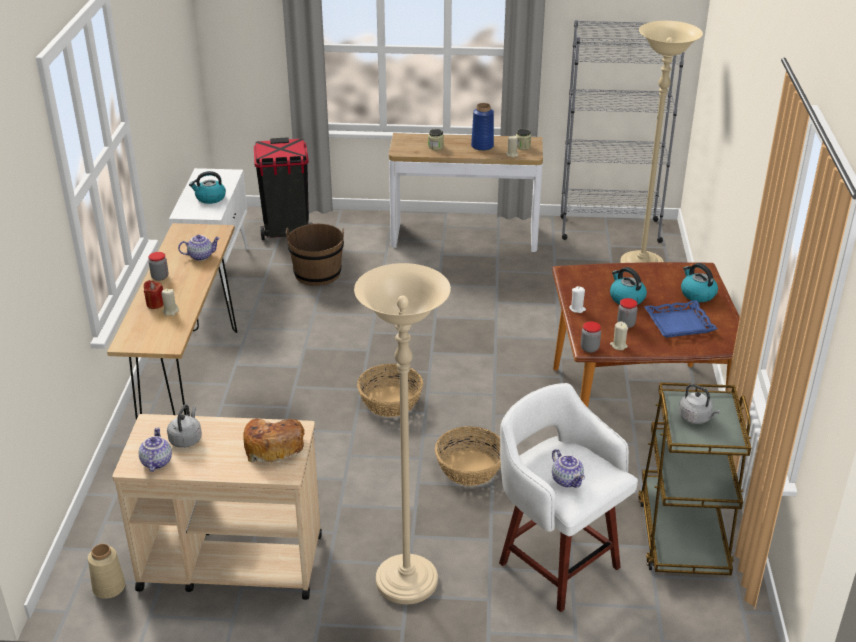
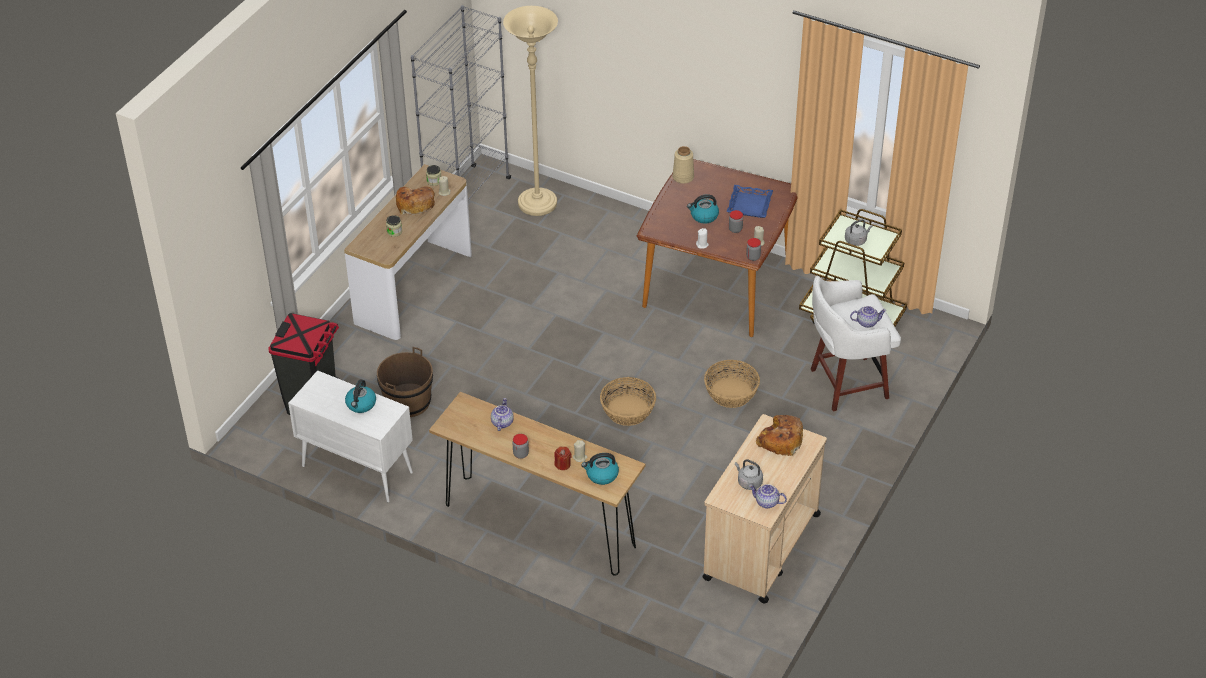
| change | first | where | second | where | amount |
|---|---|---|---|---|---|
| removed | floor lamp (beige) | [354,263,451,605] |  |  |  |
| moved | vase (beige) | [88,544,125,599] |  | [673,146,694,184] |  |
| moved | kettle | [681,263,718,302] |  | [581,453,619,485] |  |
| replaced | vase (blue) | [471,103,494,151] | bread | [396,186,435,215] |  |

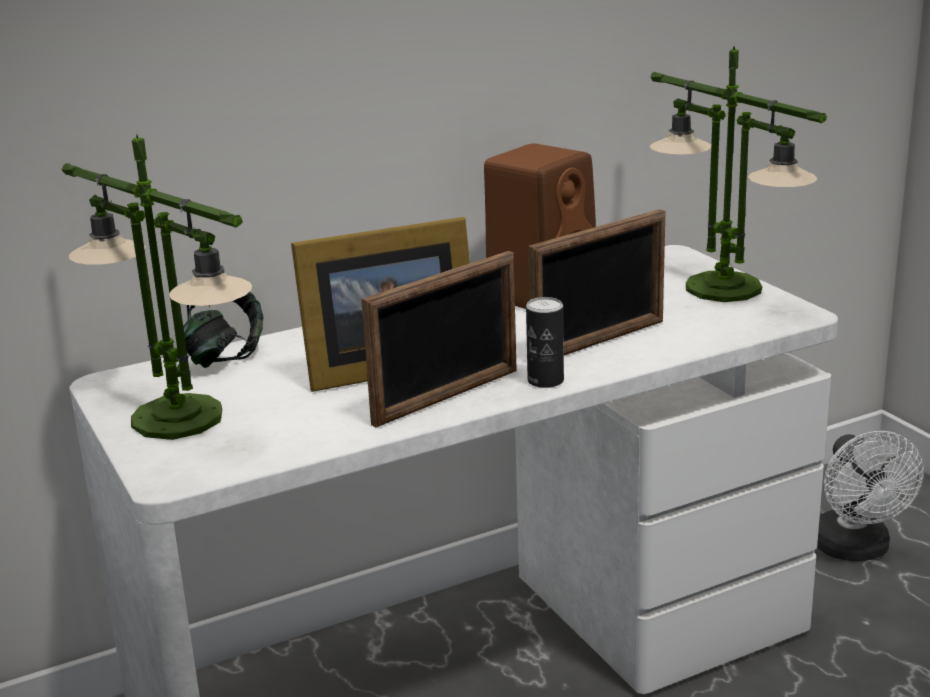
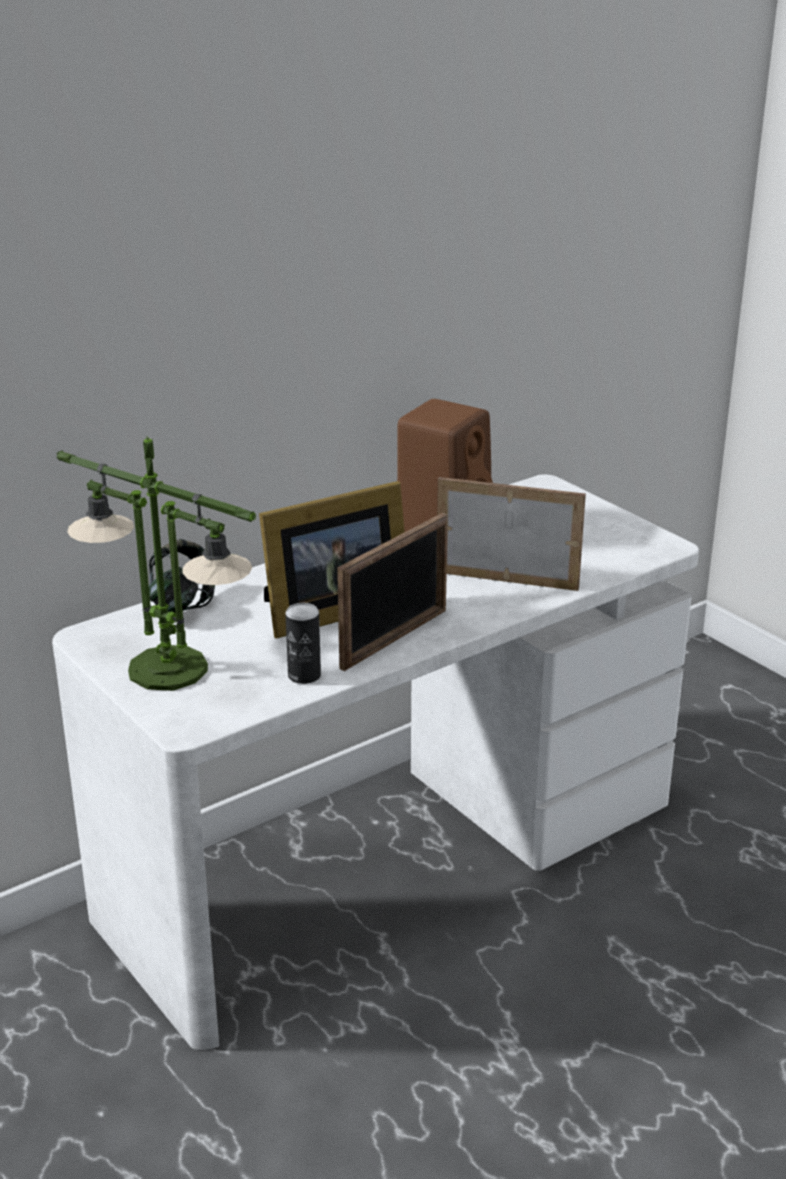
| change | first | where | second | where | amount |
|---|---|---|---|---|---|
| removed | table lamp | [650,46,827,302] |  |  |  |
| removed | fan (white) | [817,431,924,561] |  |  |  |
| moved | can | [526,297,564,388] |  | [285,603,321,684] |  |
| turned | picture frame | [528,209,666,355] |  | [437,477,586,591] | 120 degrees counterclockwise |

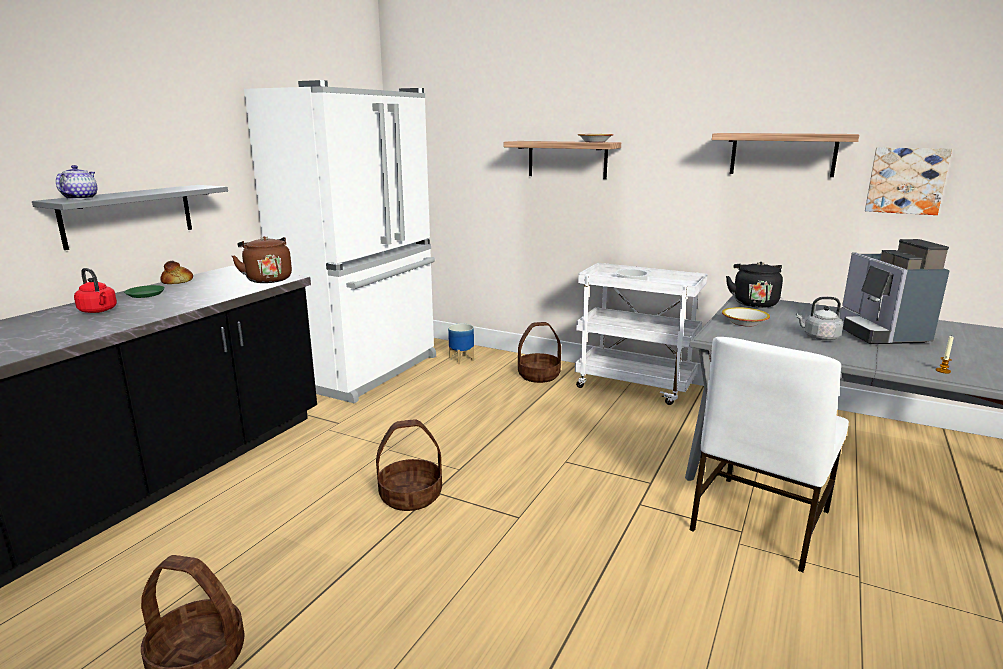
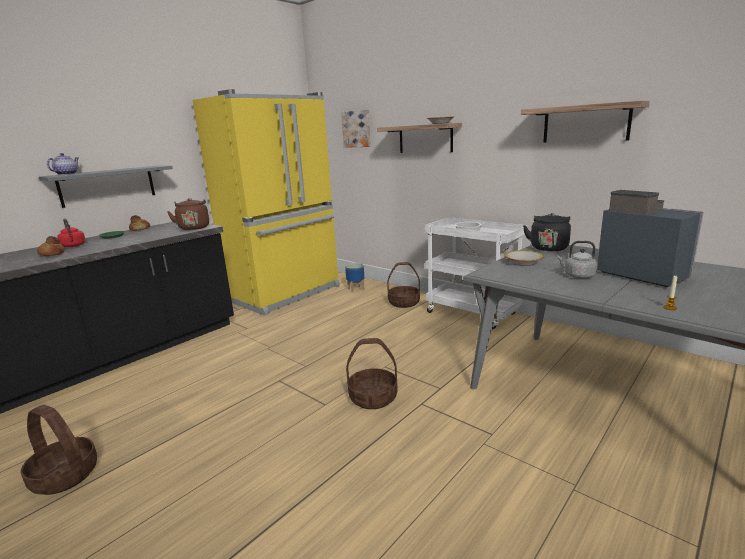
| change | first | where | second | where | amount |
|---|---|---|---|---|---|
| removed | chair (white) | [690,337,849,572] |  |  |  |
| added |  |  | bread | [37,236,65,256] |  |
| moved | basket | [376,419,442,511] |  | [346,338,398,409] |  |
| moved | picture | [865,147,952,215] |  | [341,110,371,148] |  |
| recoloured | fridge (white) | [244,80,436,403] | fridge (yellow) | [192,89,340,316] |  |
| turned | coffee machine | [840,239,950,344] |  | [597,190,704,287] | 135 degrees clockwise |

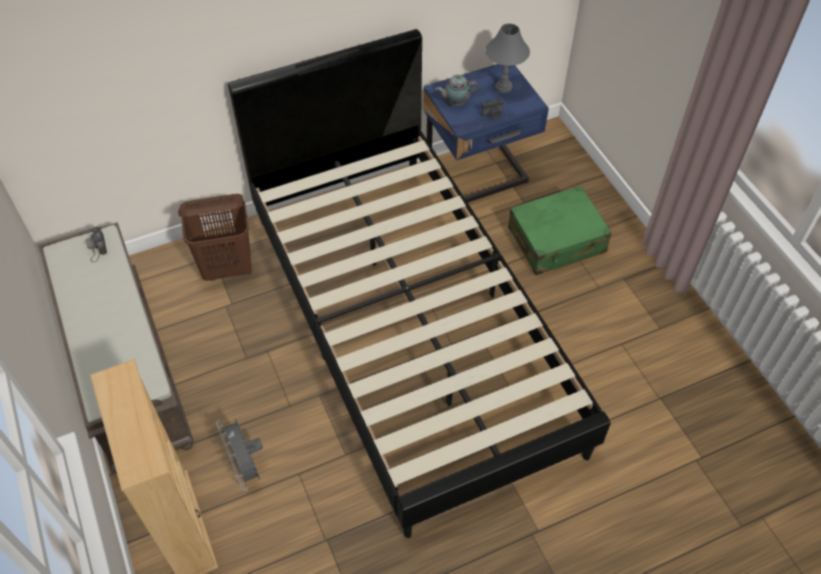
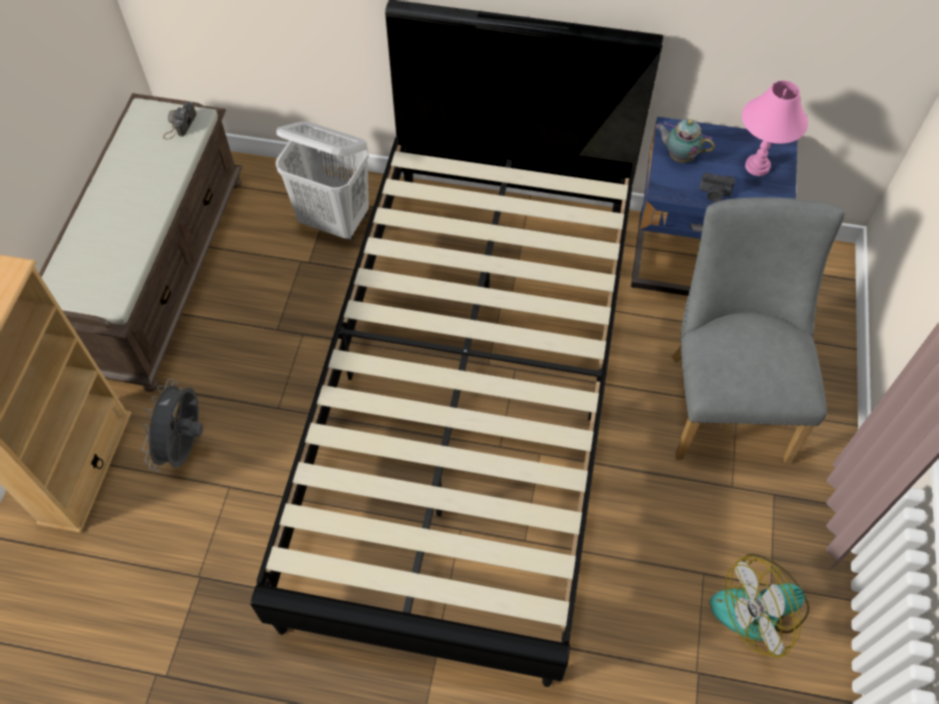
| change | first | where | second | where | amount |
|---|---|---|---|---|---|
| added |  |  | fan | [710,554,809,657] |  |
| replaced | suitcase (green) | [508,185,612,275] | chair (grey) | [672,197,845,463] |  |
| recoloured | laundry basket (brown) | [178,194,252,281] | laundry basket (white) | [276,121,369,240] |  |
| recoloured | table lamp (grey) | [485,24,530,93] | table lamp (pink) | [742,80,808,176] |  |

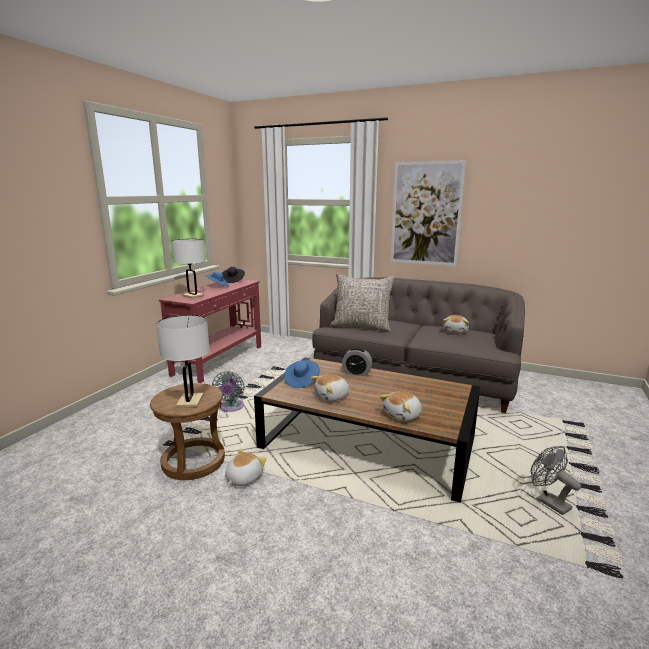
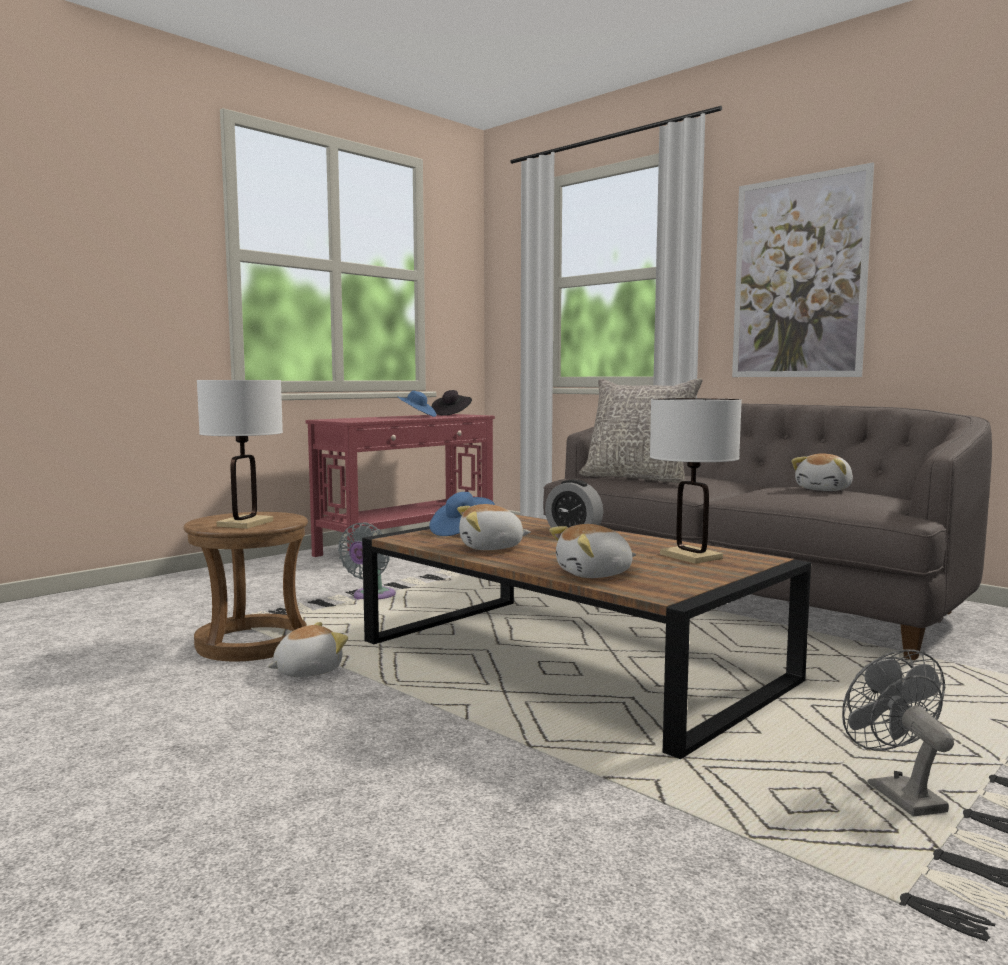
| change | first | where | second | where | amount |
|---|---|---|---|---|---|
| moved | table lamp (white) | [171,239,206,299] |  | [650,398,742,564] |  |

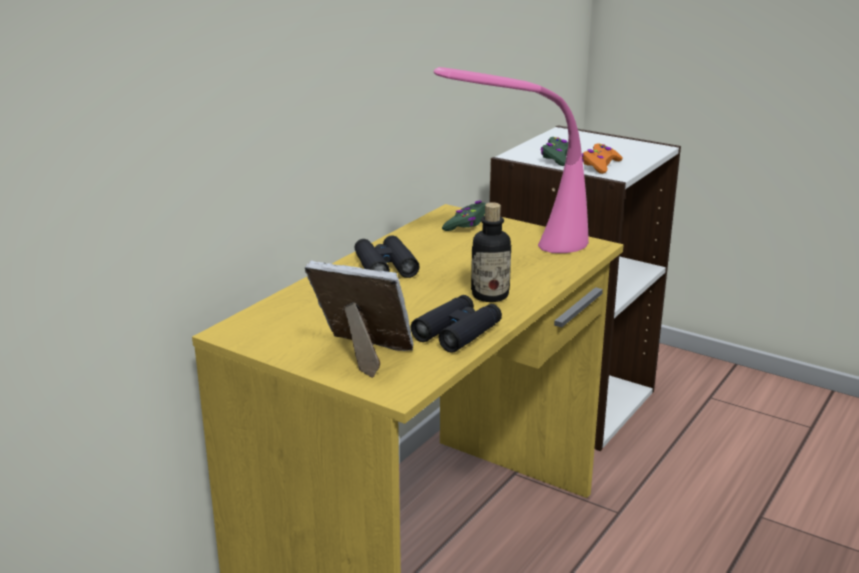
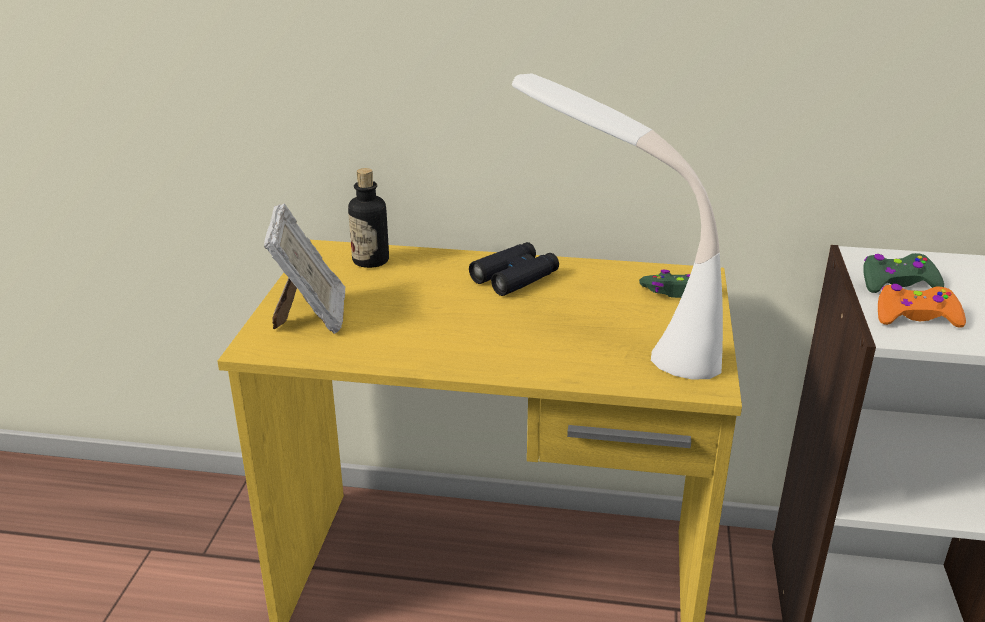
| change | first | where | second | where | amount |
|---|---|---|---|---|---|
| removed | binoculars (black) | [410,295,502,353] |  |  |  |
| moved | bottle | [471,202,511,302] |  | [348,168,389,268] |  |
| recoloured | table lamp (pink) | [434,67,589,253] | table lamp (white) | [512,74,723,380] |  |

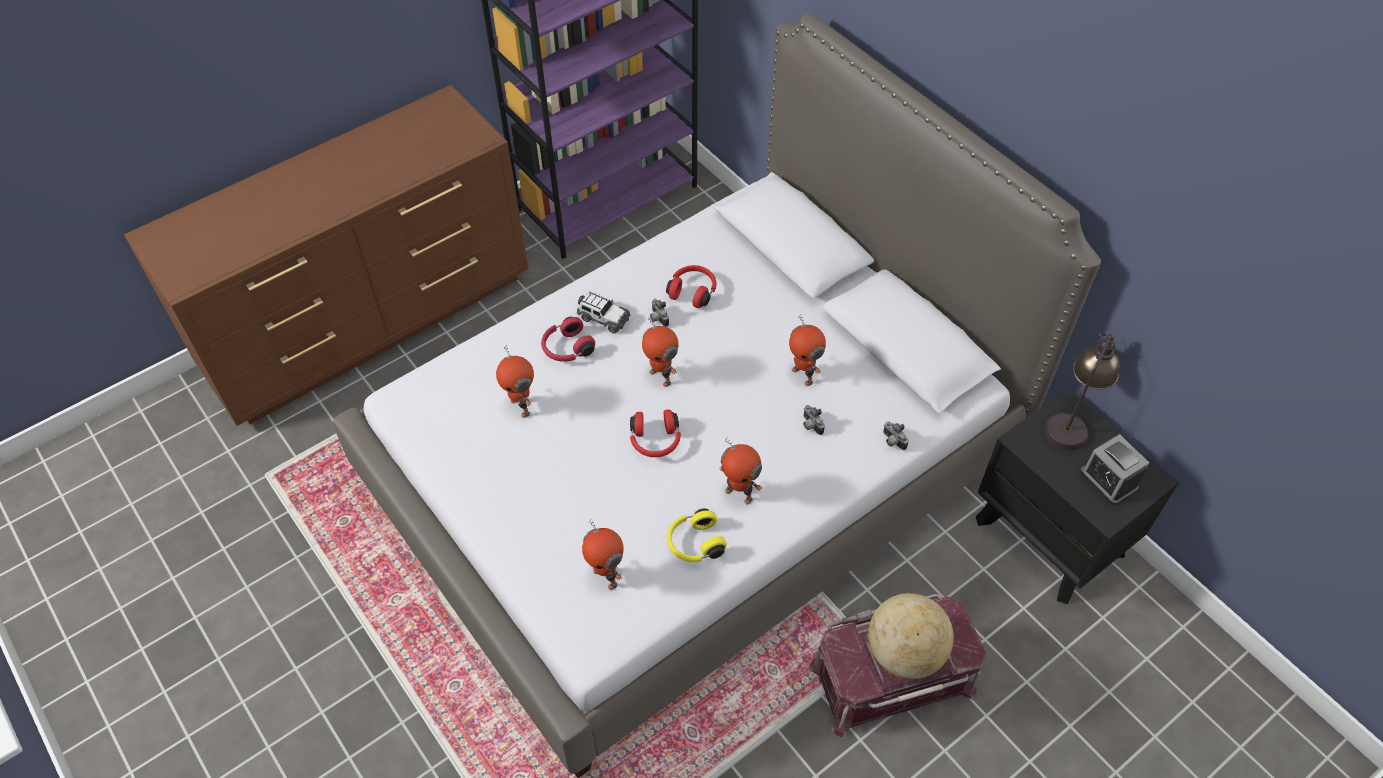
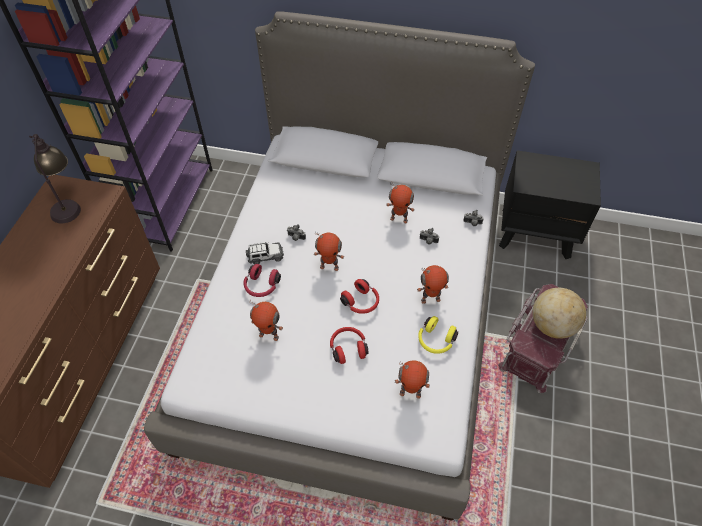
| change | first | where | second | where | amount |
|---|---|---|---|---|---|
| removed | alarm clock | [1080,434,1149,505] |  |  |  |
| moved | headphones (red) | [666,265,717,308] |  | [330,327,369,364] |  |
| moved | table lamp | [1044,332,1120,451] |  | [29,134,81,223] |  |

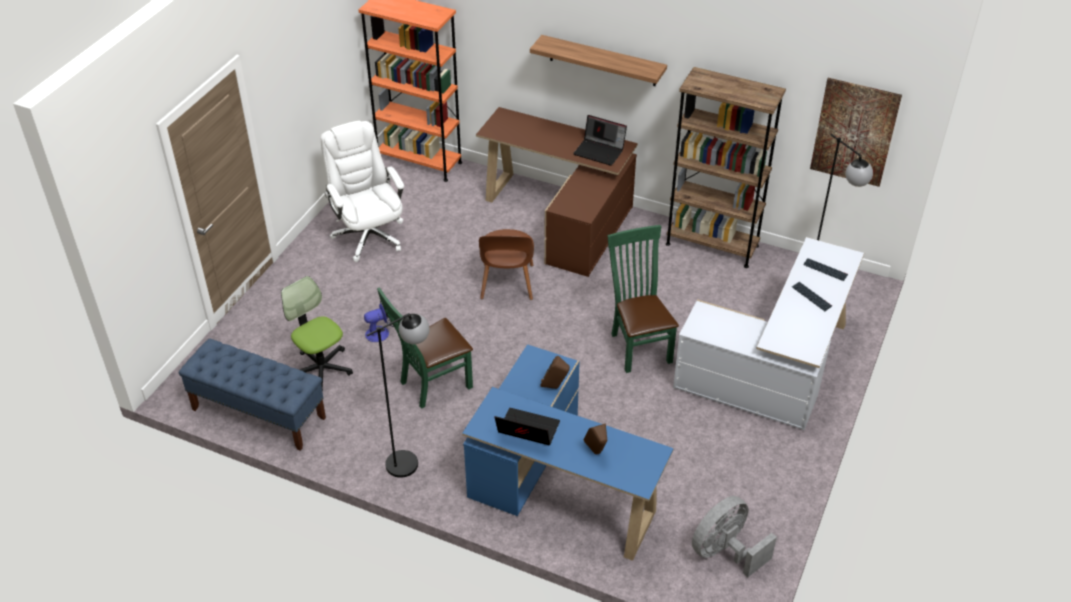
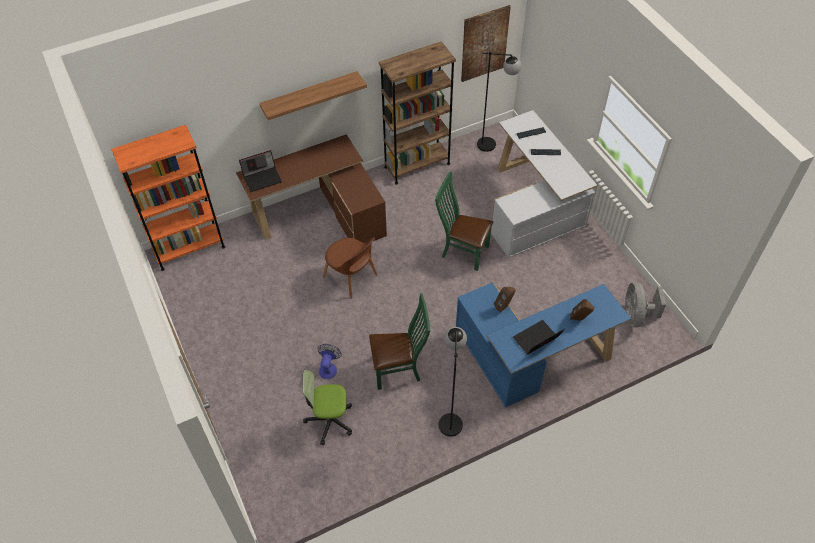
| change | first | where | second | where | amount |
|---|---|---|---|---|---|
| removed | bench (blue) | [179,338,326,451] |  |  |  |
| removed | office chair (white) | [321,121,404,262] |  |  |  |
| moved | laptop | [573,115,627,166] |  | [239,150,282,192] |  |
| turned | chair (green) | [377,287,473,409] |  | [369,293,430,390] | 105 degrees counterclockwise |

